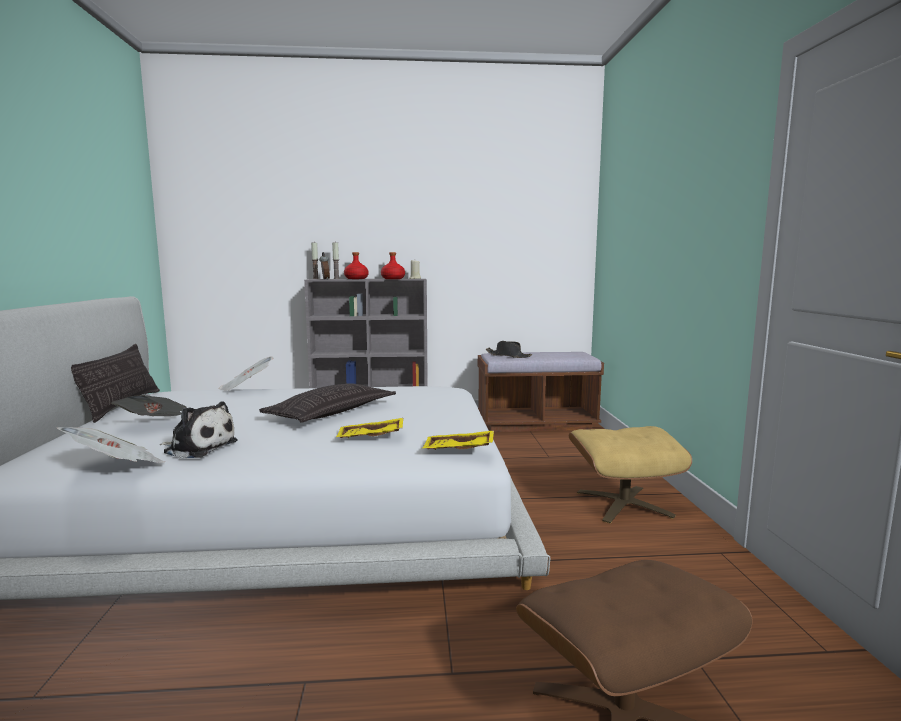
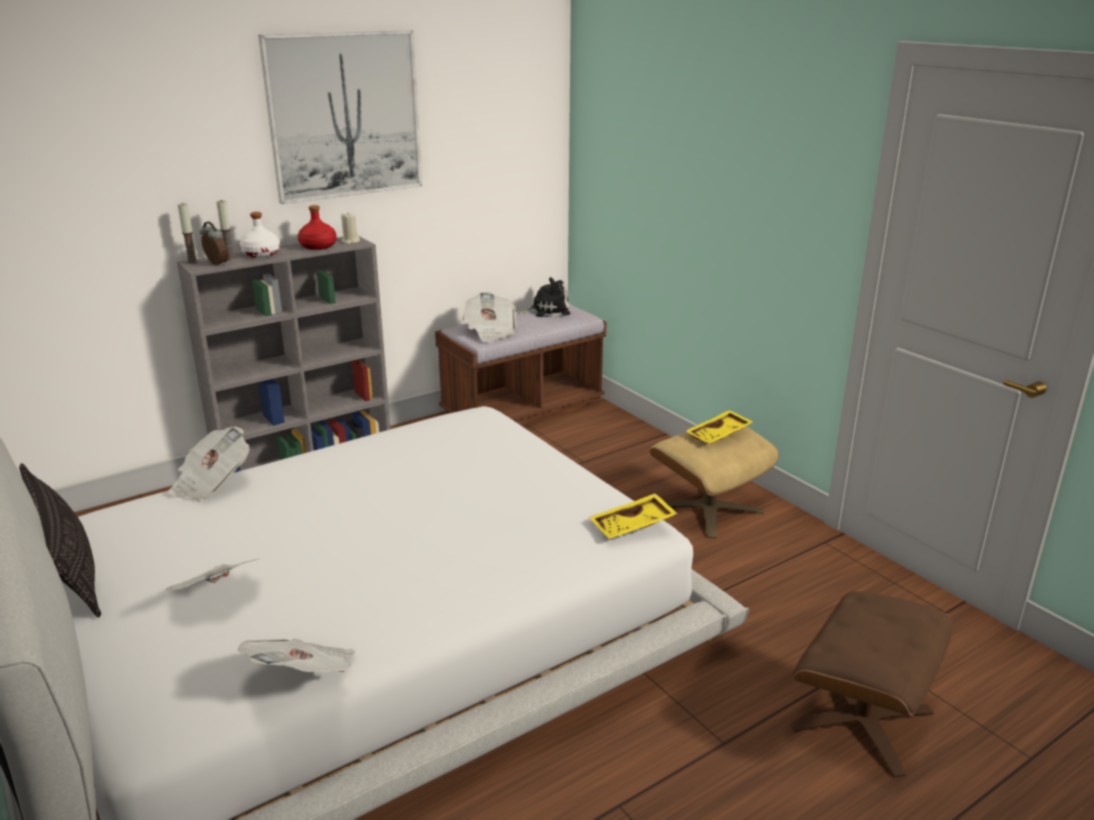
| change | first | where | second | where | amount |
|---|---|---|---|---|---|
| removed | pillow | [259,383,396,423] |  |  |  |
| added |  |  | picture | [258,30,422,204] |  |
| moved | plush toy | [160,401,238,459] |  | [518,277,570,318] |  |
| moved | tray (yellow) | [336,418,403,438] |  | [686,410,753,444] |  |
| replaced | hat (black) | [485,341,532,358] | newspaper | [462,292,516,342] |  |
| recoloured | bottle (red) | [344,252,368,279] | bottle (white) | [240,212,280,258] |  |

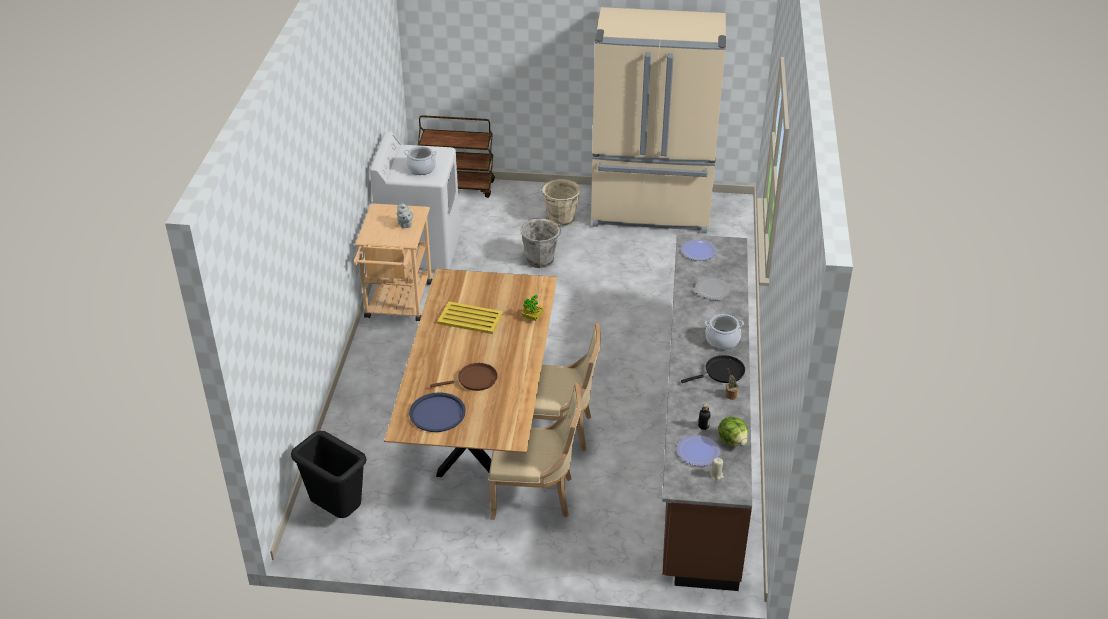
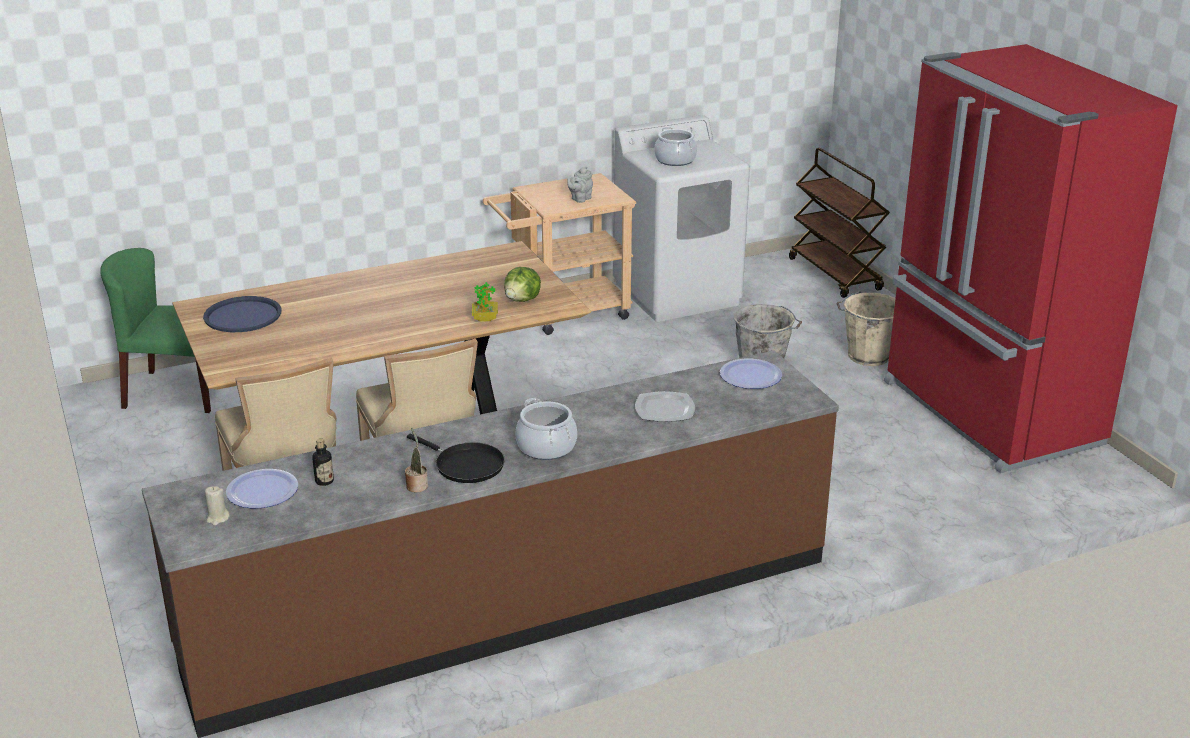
| change | first | where | second | where | amount |
|---|---|---|---|---|---|
| removed | frying pan (brown) | [430,363,497,391] |  |  |  |
| removed | tray (yellow) | [437,301,503,334] |  |  |  |
| moved | lettuce | [718,417,748,446] |  | [504,267,541,302] |  |
| replaced | trash can (black) | [291,431,367,518] | chair (green) | [100,248,211,413] |  |
| recoloured | fridge (beige) | [591,7,726,234] | fridge (red) | [884,44,1178,473] |  |

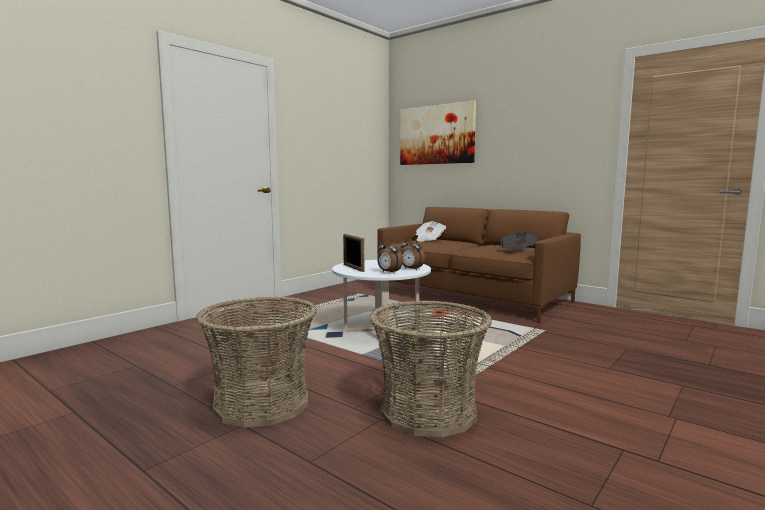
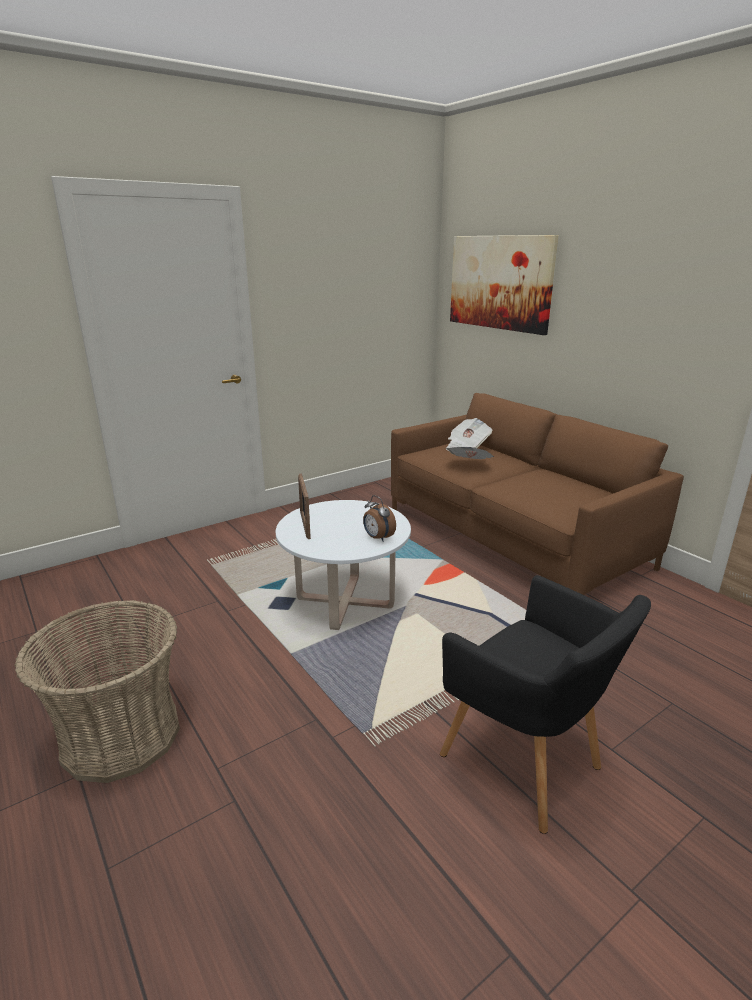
| change | first | where | second | where | amount |
|---|---|---|---|---|---|
| removed | basket | [369,300,492,438] |  |  |  |
| removed | alarm clock | [377,238,403,274] |  |  |  |
| added |  |  | armchair (black) | [440,575,651,834] |  |
| moved | newspaper | [501,232,538,250] |  | [445,447,494,459] |  |

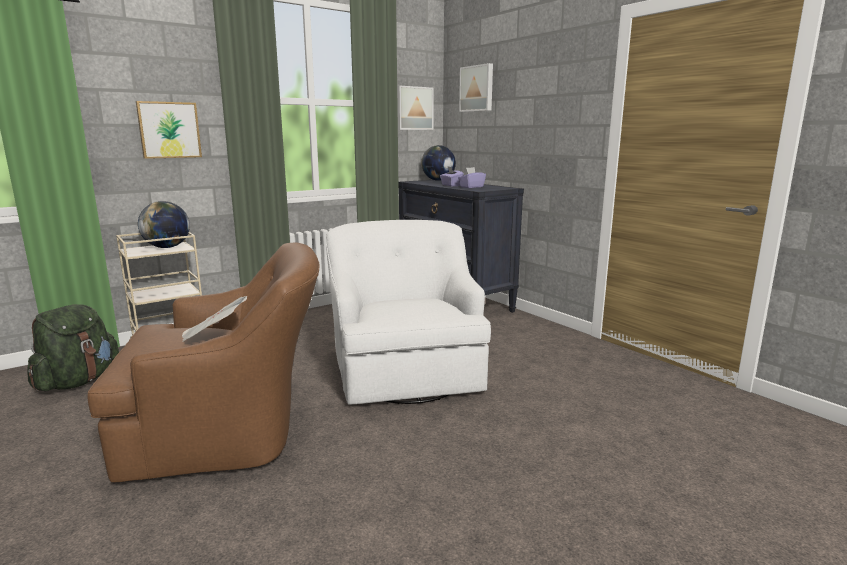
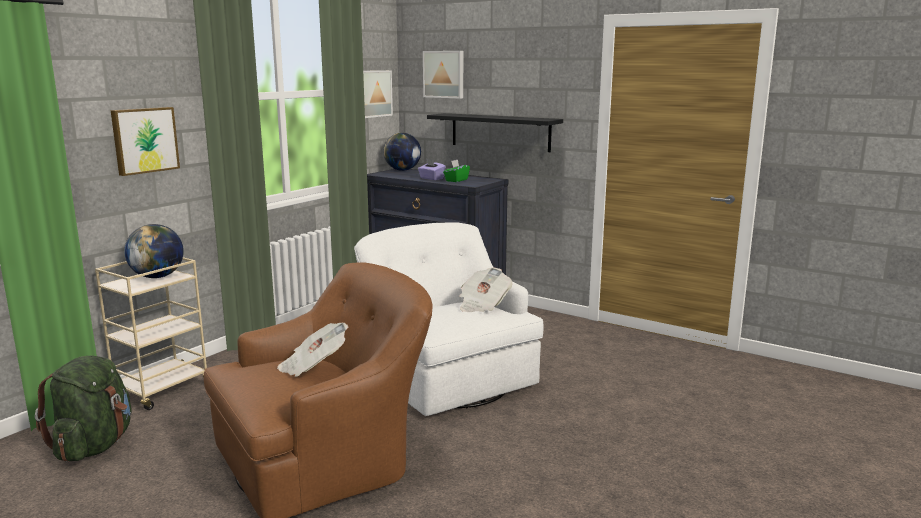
| change | first | where | second | where | amount |
|---|---|---|---|---|---|
| added |  |  | shelf (black) | [427,113,563,152] |  |
| added |  |  | newspaper | [460,268,512,312] |  |
| recoloured | tissue box (purple) | [458,167,486,188] | tissue box (green) | [443,159,470,182] |  |

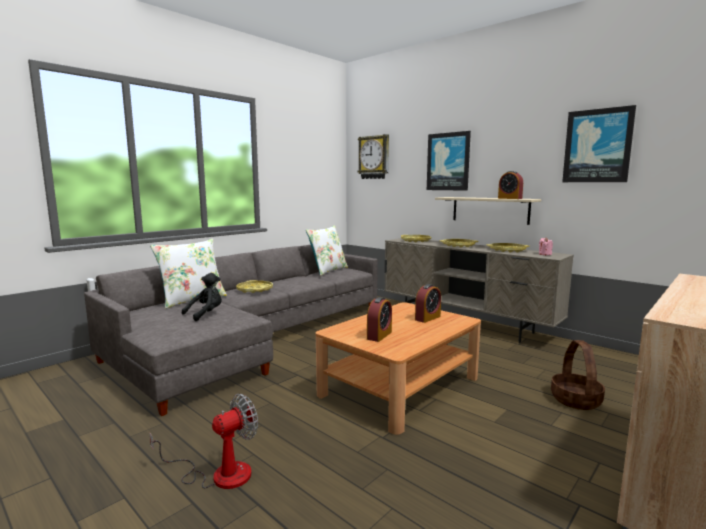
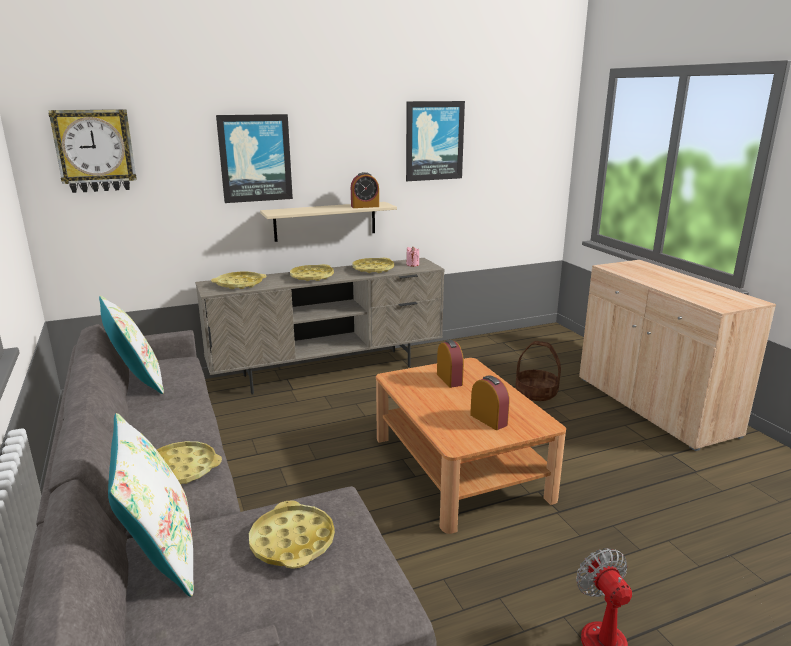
| change | first | where | second | where | amount |
|---|---|---|---|---|---|
| replaced | plush toy (black) | [182,273,222,321] | tray (yellow) | [249,500,335,569] |  |

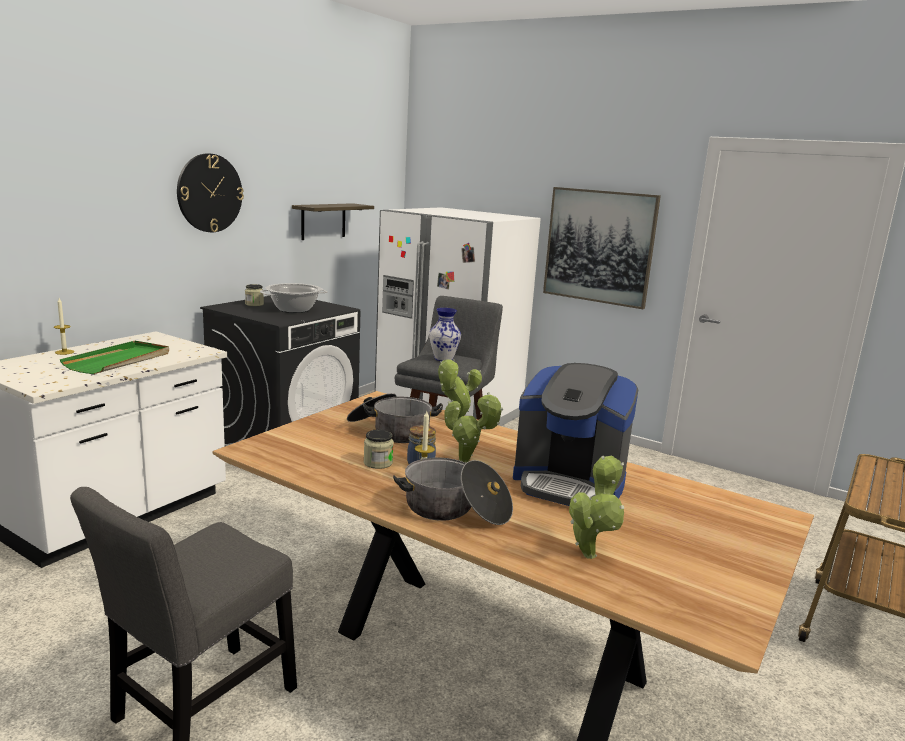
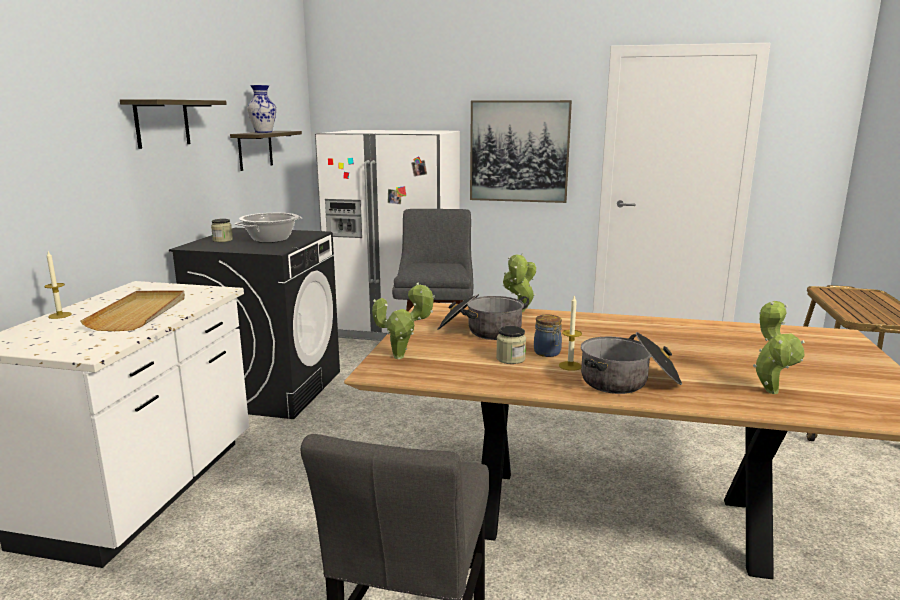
| change | first | where | second | where | amount |
|---|---|---|---|---|---|
| removed | coffee machine | [513,363,639,506] |  |  |  |
| moved | vase | [429,308,461,361] |  | [247,85,276,133] |  |
| moved | potted plant | [444,392,503,463] |  | [372,282,435,359] |  |
| replaced | wall clock | [177,153,244,232] | shelf | [120,99,227,149] |  |
| recoloured | tray (green) | [60,341,169,374] | tray (beige) | [81,290,185,331] |  |

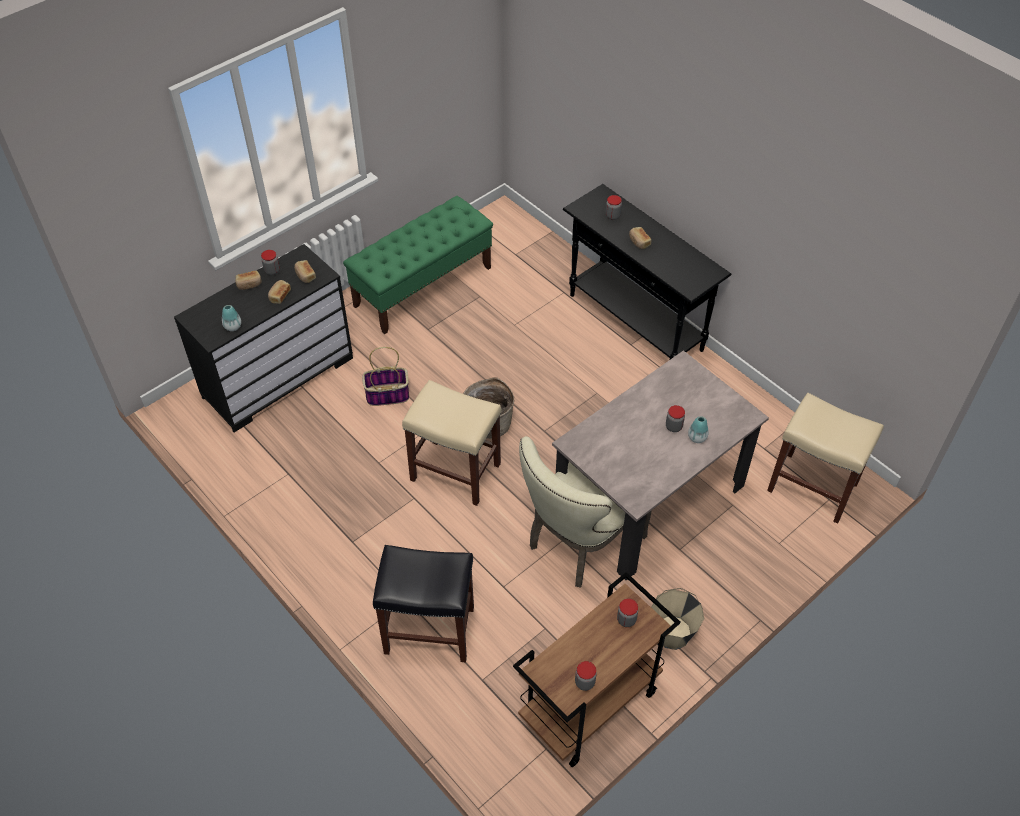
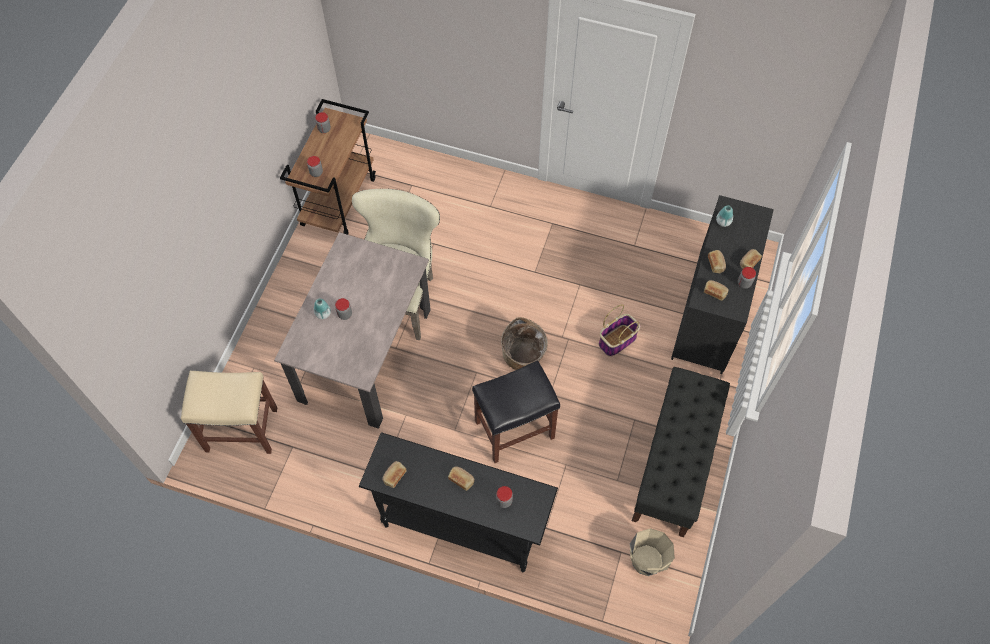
| change | first | where | second | where | amount |
|---|---|---|---|---|---|
| removed | stool (beige) | [402,380,501,506] |  |  |  |
| added |  |  | bread | [382,461,407,488] |  |
| moved | stool (black) | [373,545,474,663] |  | [472,360,560,463] |  |
| moved | bucket (beige) | [651,588,704,650] |  | [630,528,675,576] |  |
| recoloured | bench (green) | [343,196,493,334] | bench (black) | [632,367,730,537] |  |

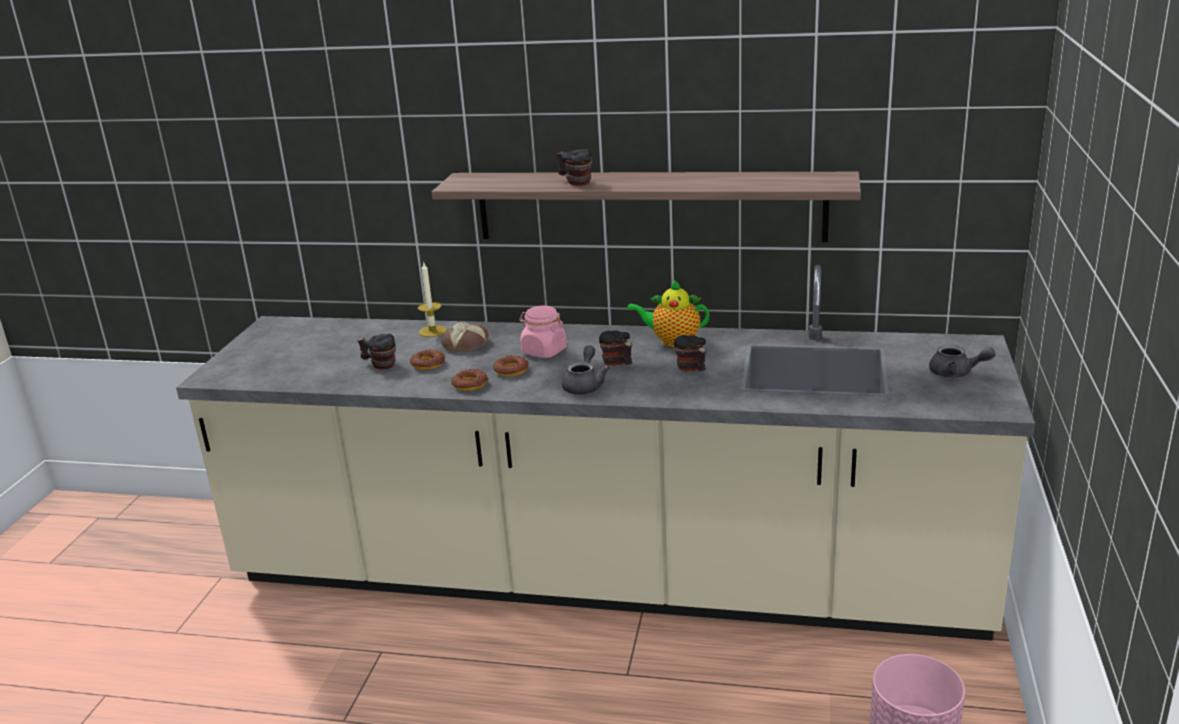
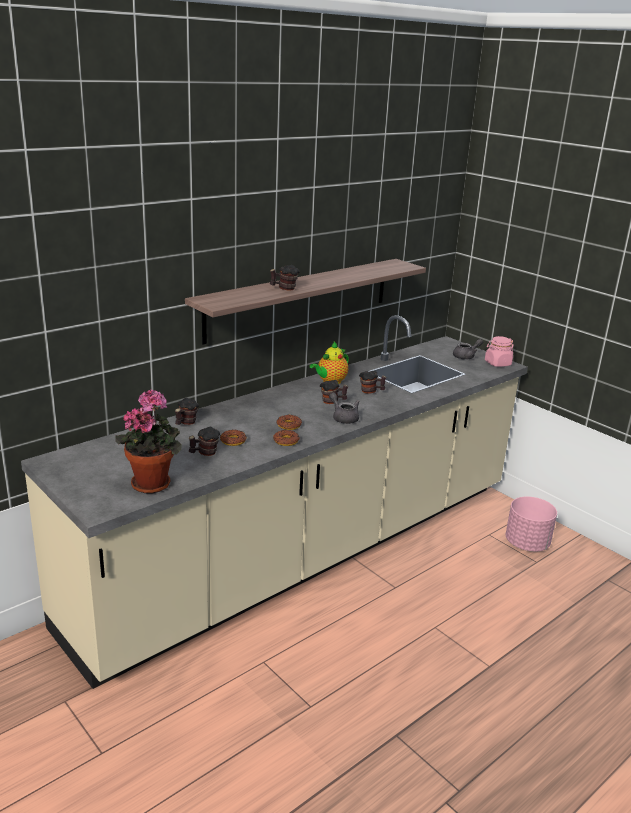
| change | first | where | second | where | amount |
|---|---|---|---|---|---|
| removed | bread | [441,322,489,352] |  |  |  |
| added |  |  | potted plant | [115,389,182,494] |  |
| moved | jar (pink) | [520,306,567,358] |  | [485,336,514,367] |  |
| replaced | candle | [418,261,446,337] | mug | [175,398,199,425] |  |

